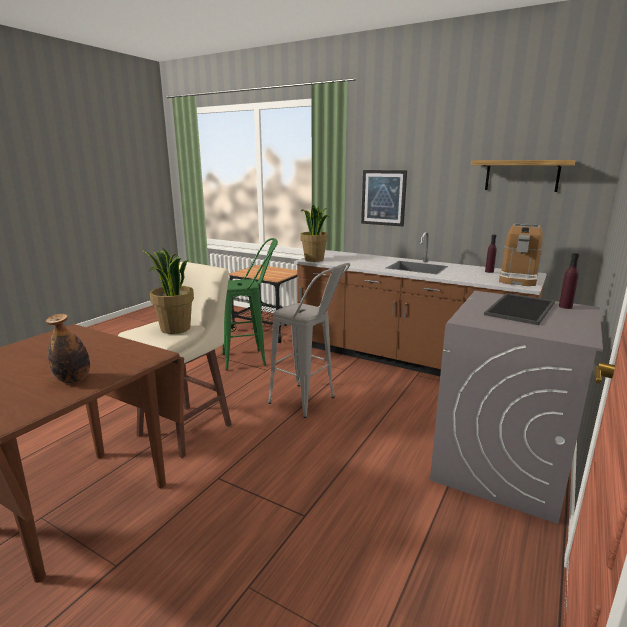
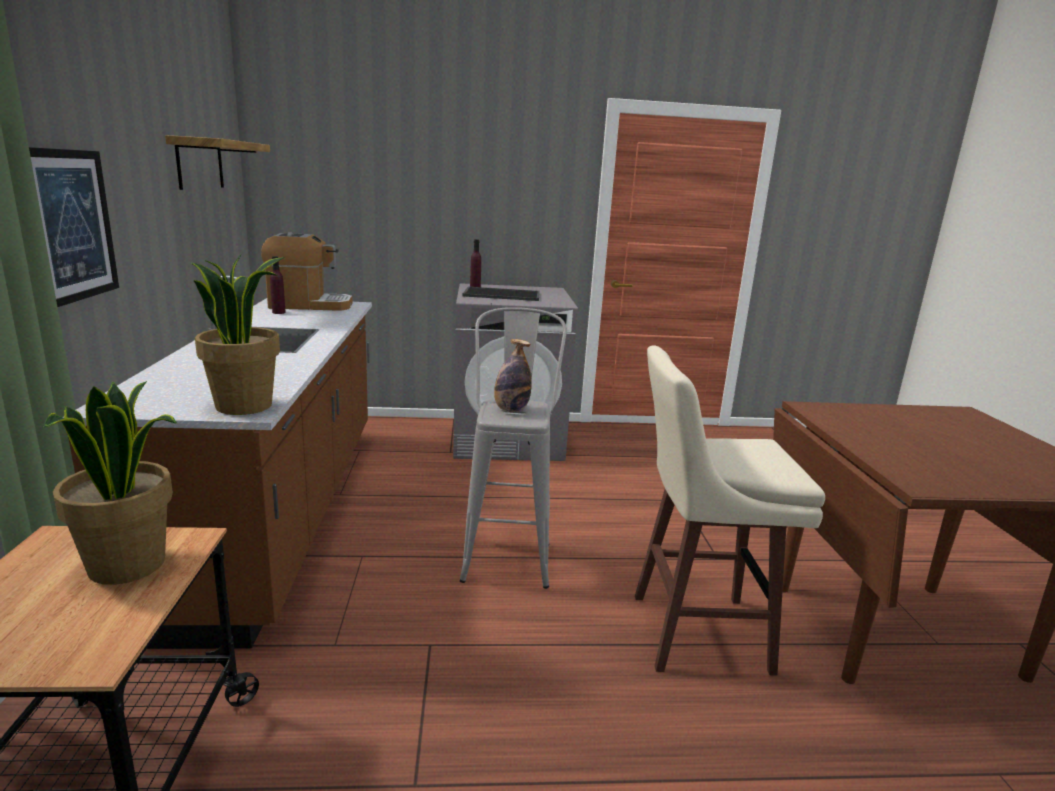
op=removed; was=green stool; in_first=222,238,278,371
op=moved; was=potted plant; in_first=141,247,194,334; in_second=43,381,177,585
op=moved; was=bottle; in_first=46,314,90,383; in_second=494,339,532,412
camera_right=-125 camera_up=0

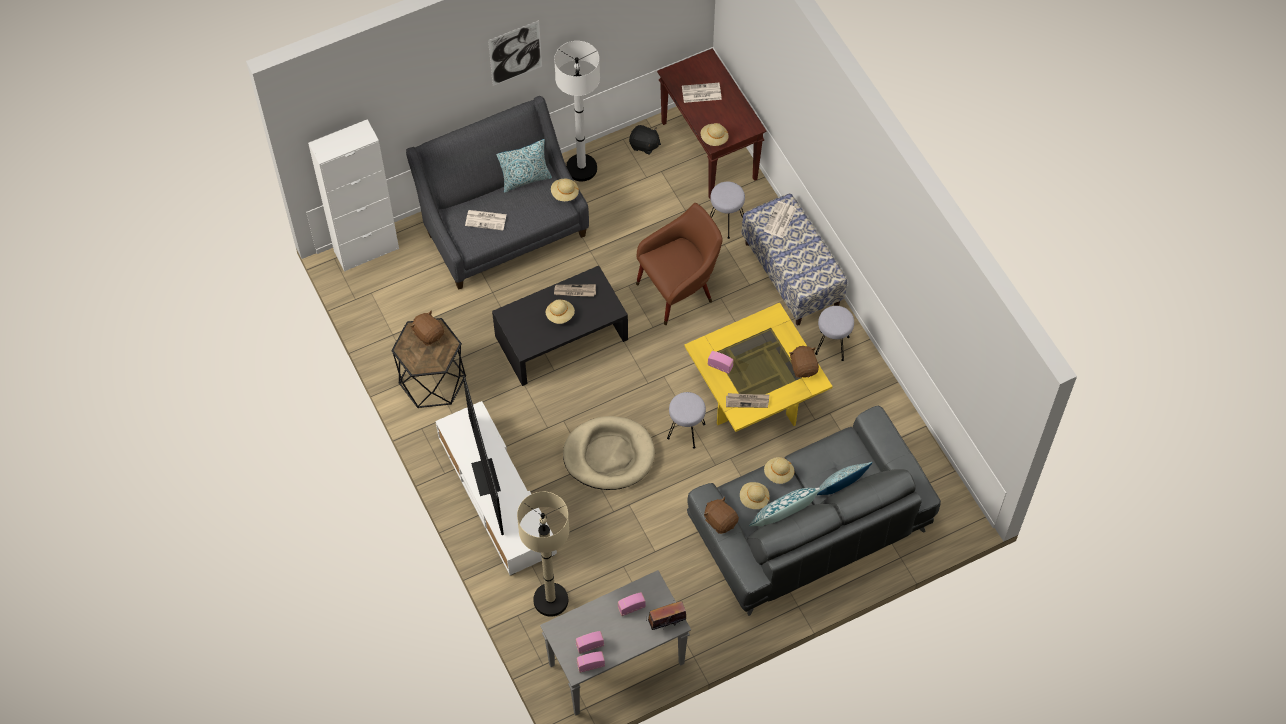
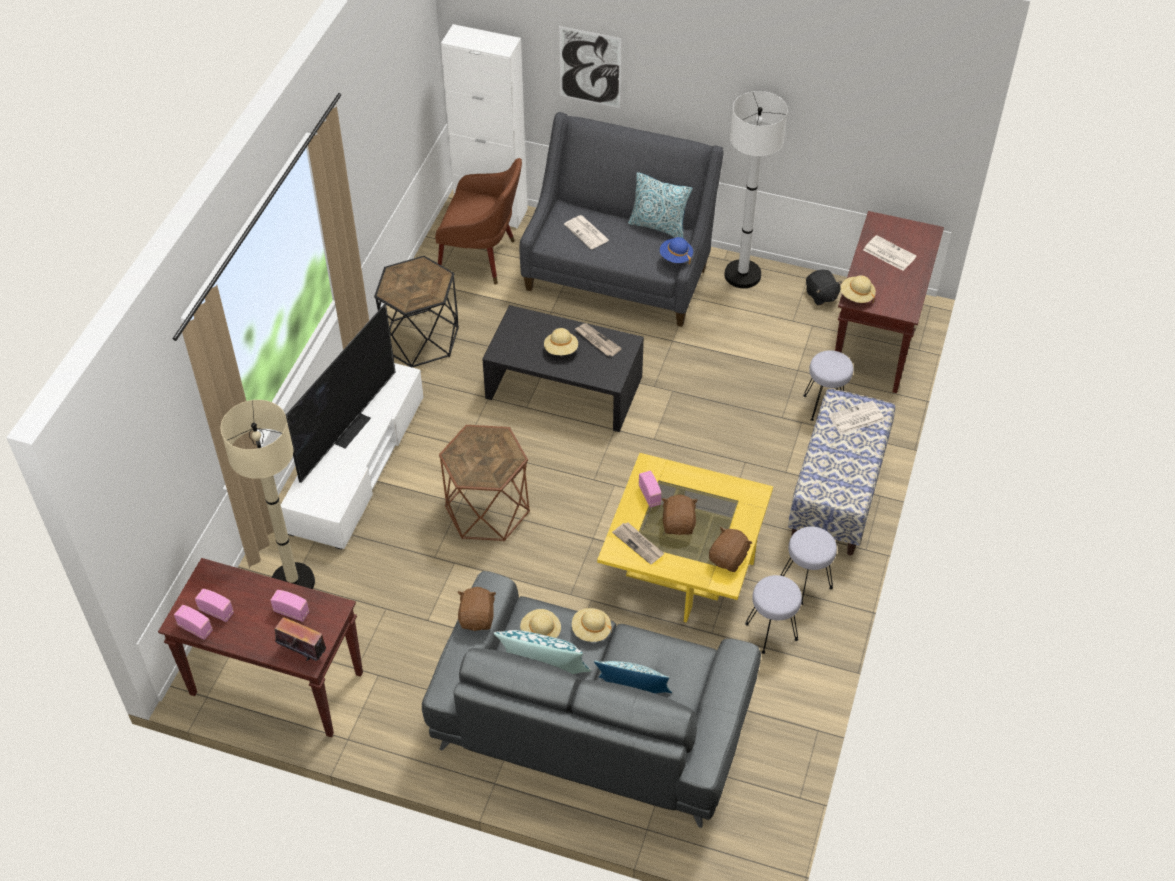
op=moved; was=picture; in_first=488,20,542,86; in_second=559,26,621,108
op=recoloured; was=beige hat; now=blue hat; in_first=551,179,579,201; in_second=660,237,693,264
op=moved; was=brown armchair; in_first=636,203,723,325; in_second=435,158,522,285
op=moved; was=brown plush toy; in_first=410,311,444,346; in_second=662,494,698,535
op=moved; was=grey stool; in_first=667,392,706,449; in_second=745,575,802,654
op=replaced; was=beige dog bed; now=brown side table; in_first=563,416,655,490; in_second=439,425,530,542
op=recoloured; was=grey console table; now=brown console table; in_first=540,570,691,715; in_second=158,558,363,737
camera_right=45 camera_up=-10

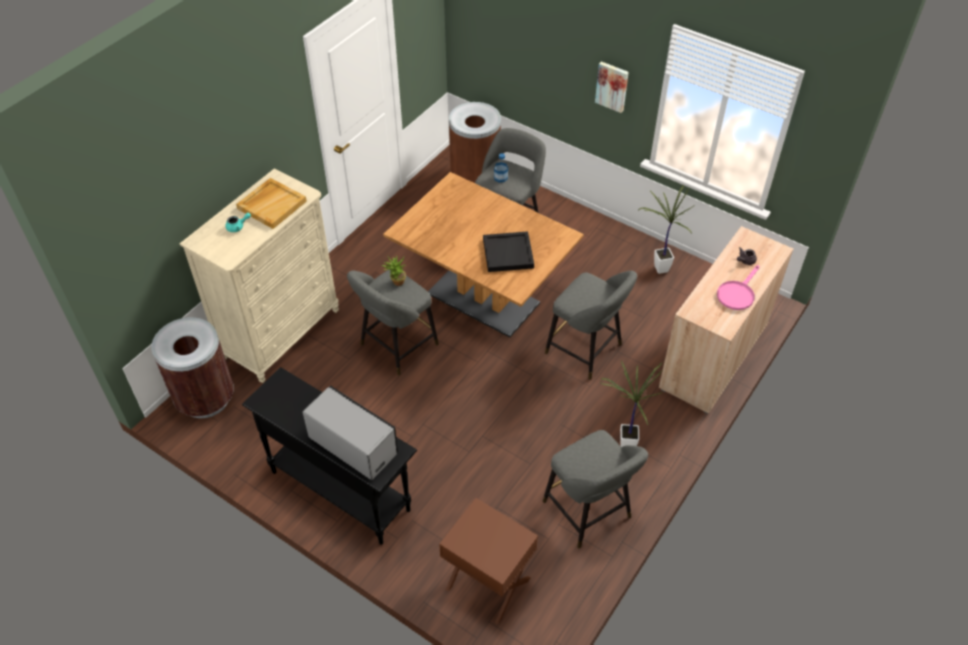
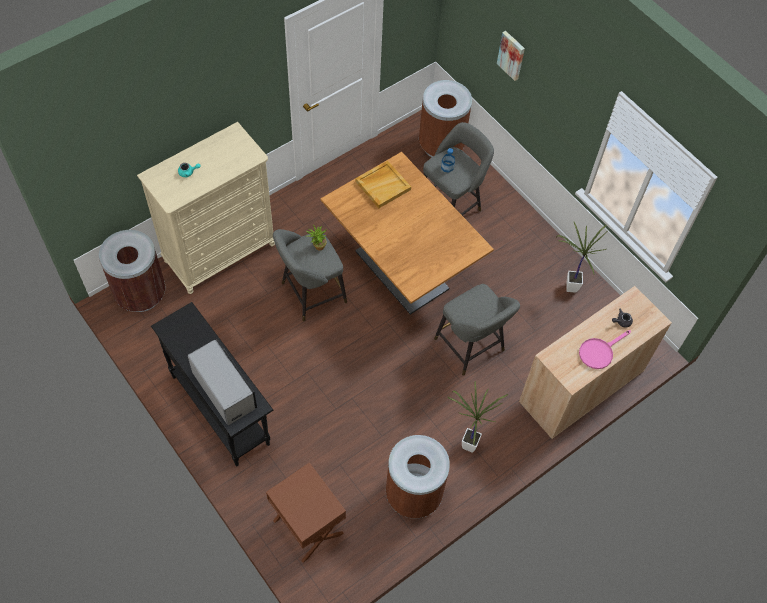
op=moved; was=picture; in_first=595,61,629,113; in_second=497,31,525,81
op=moved; was=beige tray; in_first=236,178,307,229; in_second=355,161,411,208
op=removed; was=black tray; in_first=483,231,534,272
op=replaced; was=grey stool; now=brown trash can; in_first=543,430,648,548; in_second=386,435,450,519
camera_right=15 camera_up=10

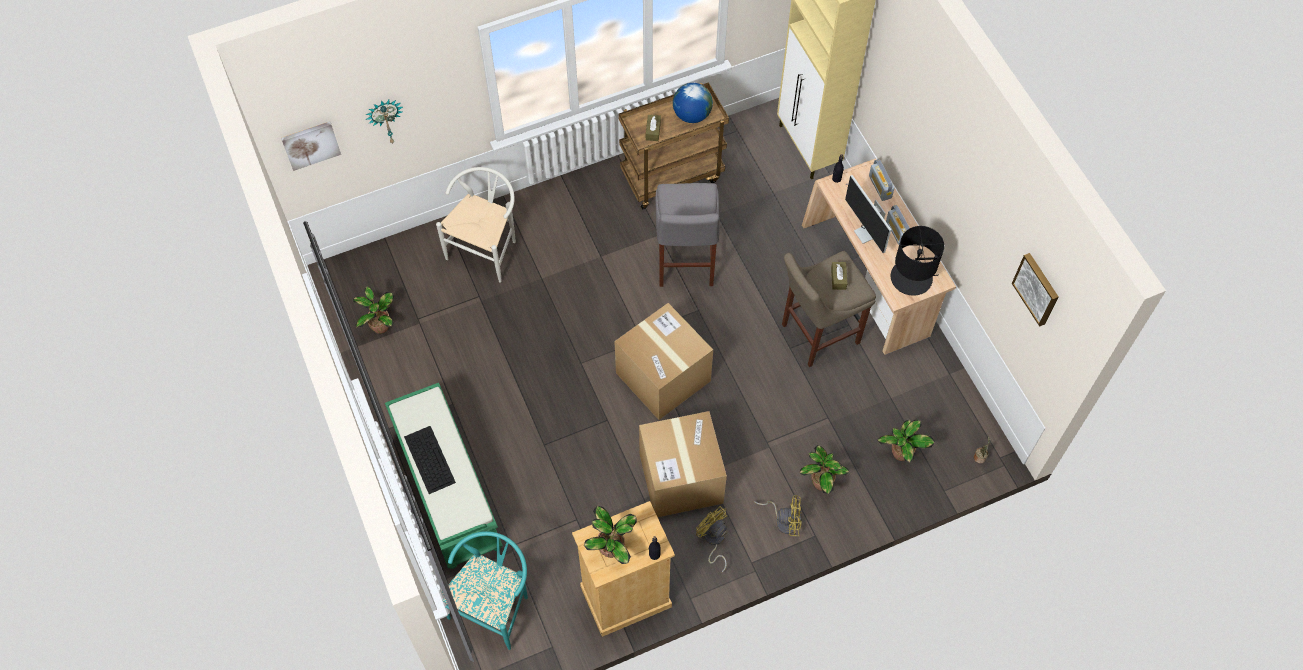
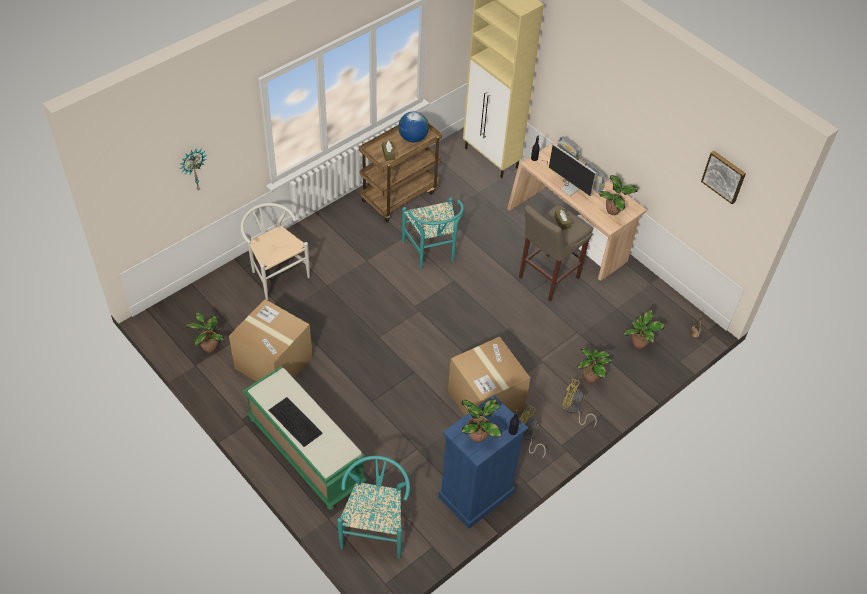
op=removed; was=picture; in_first=281,121,341,171
op=turned; was=white chair; in_first=436,167,516,283; in_second=240,203,310,300; clockwise=-45
op=replaced; was=grey stool; now=turquoise chair; in_first=656,183,720,287; in_second=402,197,464,268
op=replaced; was=black table lamp; now=potted plant; in_first=891,226,944,296; in_second=599,175,638,215
op=moved; was=cardboard box; in_first=614,303,713,420; in_second=229,299,312,382
op=turned; was=yellow fan; in_first=754,495,802,536; in_second=562,379,597,427; clockwise=-150
op=recoloured; was=beige dresser; now=blue dresser; in_first=572,501,675,637; in_second=438,395,528,529
camera_right=-20 camera_up=-10

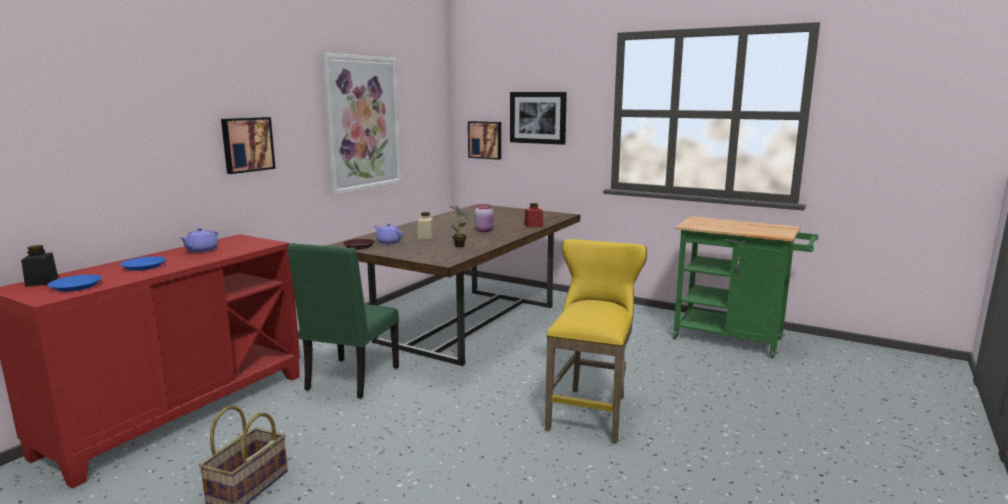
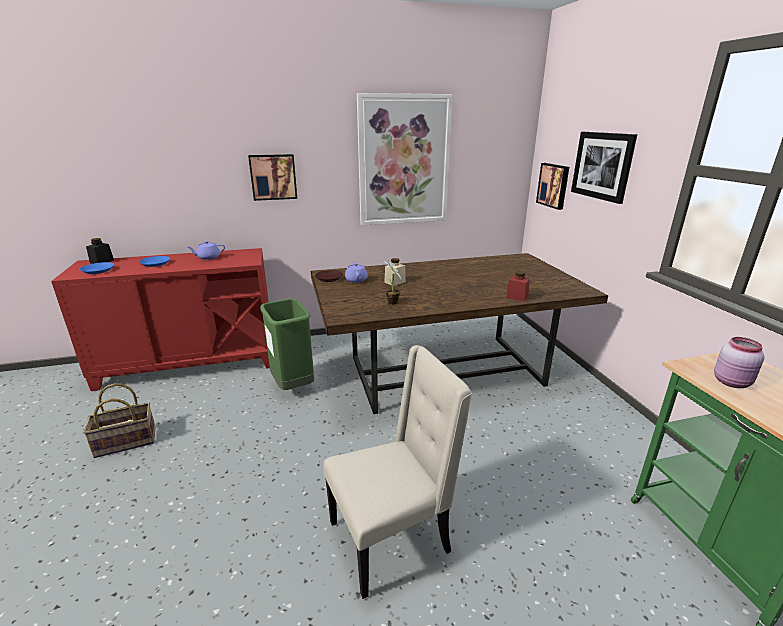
op=moved; was=pink jar; in_first=474,204,494,232; in_second=714,337,765,388
op=replaced; was=yellow stool; now=beige chair; in_first=545,239,647,443; in_second=323,345,472,599
op=replaced; was=green chair; now=green trash can; in_first=287,243,399,399; in_second=260,299,314,390
camera_right=45 camera_up=10

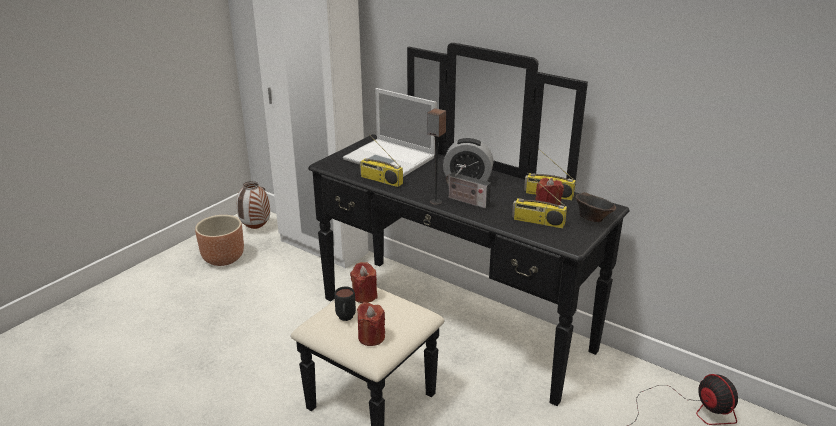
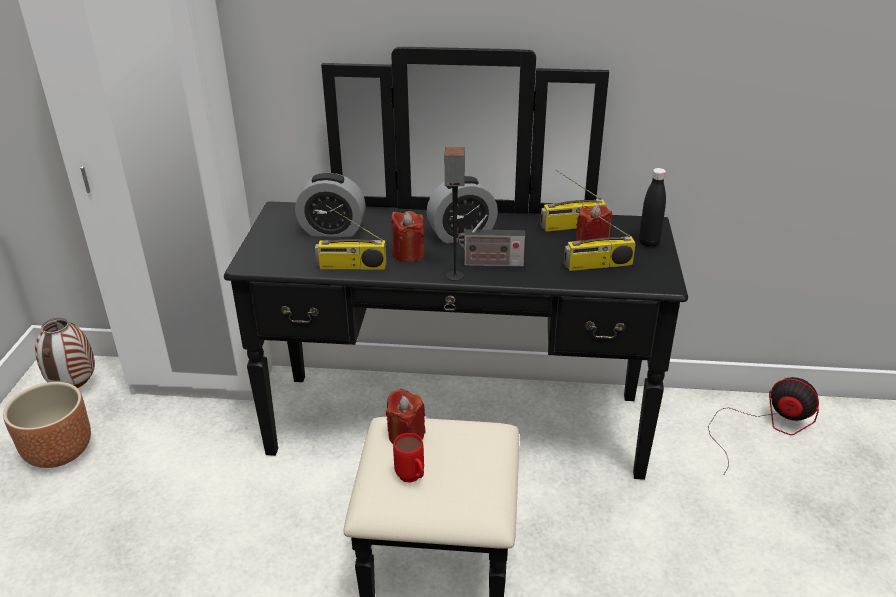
op=replaced; was=laptop; now=alarm clock; in_first=343,88,437,177; in_second=295,173,366,237
op=replaced; was=brown bowl; now=black bottle; in_first=575,192,616,222; in_second=639,168,666,247
op=recoloured; was=black mug; now=red mug; in_first=334,286,356,321; in_second=393,433,424,483
op=moved; was=red candle; in_first=357,302,385,346; in_second=391,211,425,262
camera_right=-30 camera_up=5

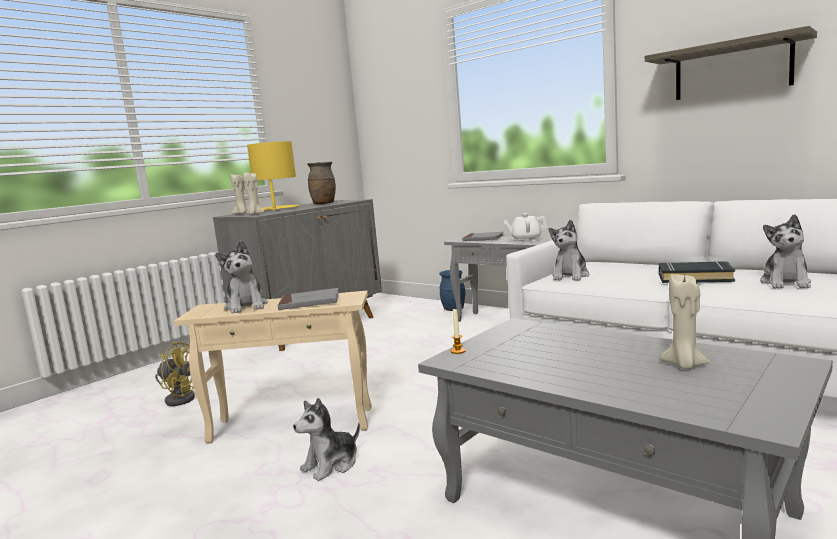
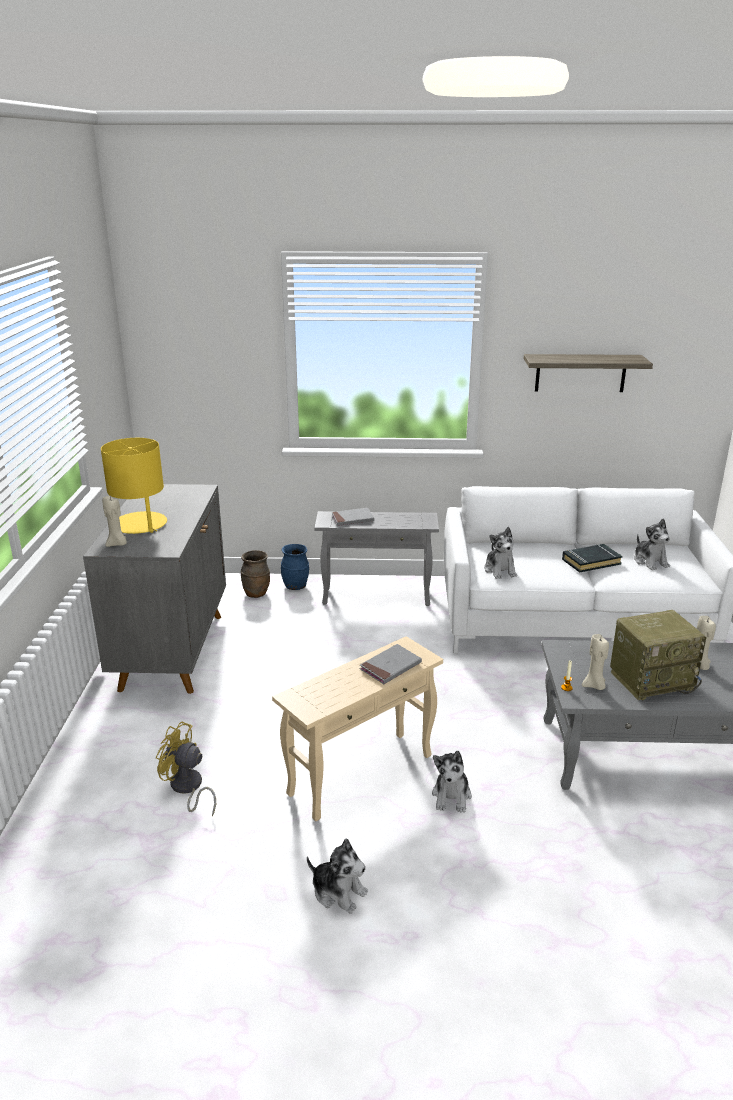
op=moved; was=brown vase; in_first=307,162,336,204; in_second=241,550,270,598
op=moved; was=beige candle; in_first=244,173,265,214; in_second=582,634,609,690
op=removed; was=white teapot; in_first=504,213,547,242
op=moved; was=plush toy; in_first=215,241,268,313; in_second=307,838,368,914
op=turned; was=yellow fan; in_first=155,342,195,406; in_second=156,722,216,817; clockwise=-135
op=added; now=radio; in_second=610,610,707,700
camera_right=-40 camera_up=15

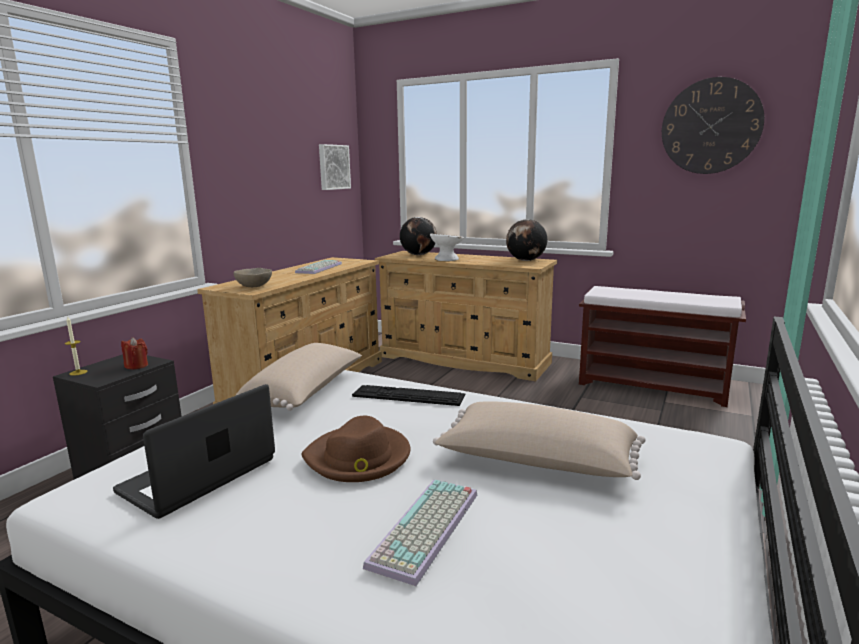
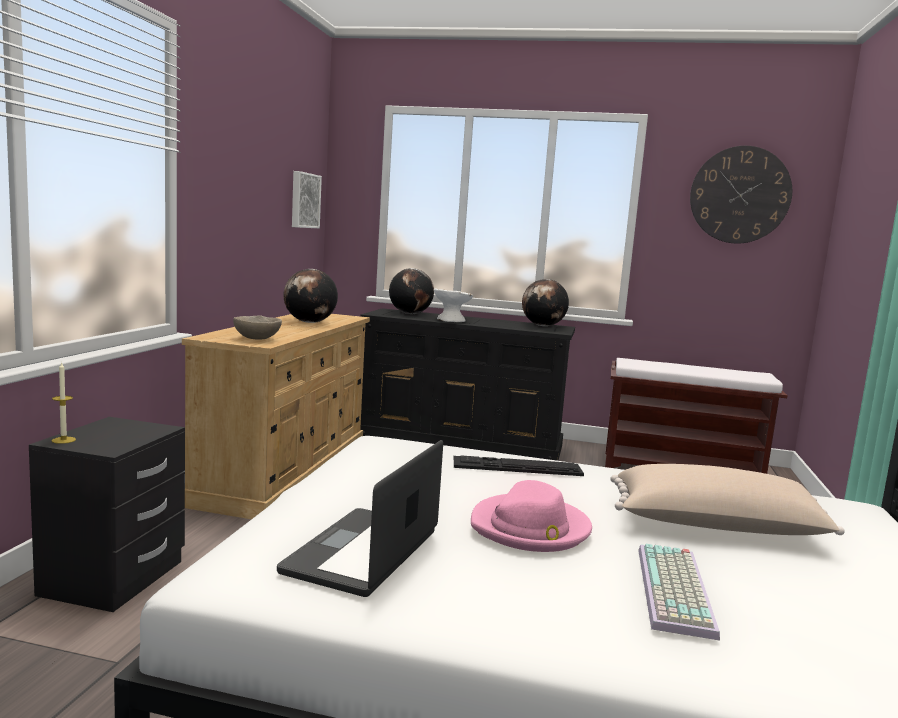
op=recoloured; was=beige dresser; now=black dresser; in_first=375,251,557,381; in_second=360,308,575,461
op=replaced; was=keyboard; now=globe; in_first=295,260,342,274; in_second=283,269,338,323
op=removed; was=red candle; in_first=121,337,148,369
op=removed; was=beige pillow; in_first=236,343,362,411
op=recoloured; was=brown hat; now=pink hat; in_first=302,416,411,482; in_second=471,480,592,552
camera_right=-15 camera_up=-5

